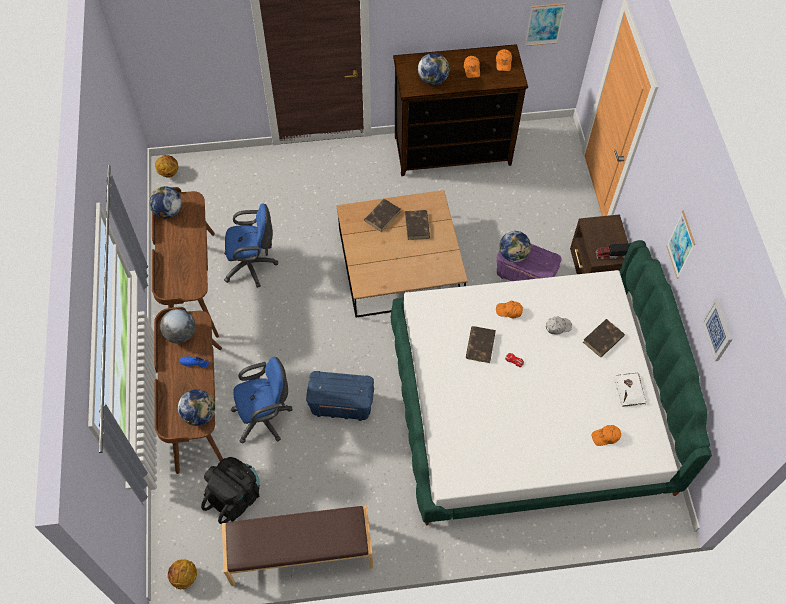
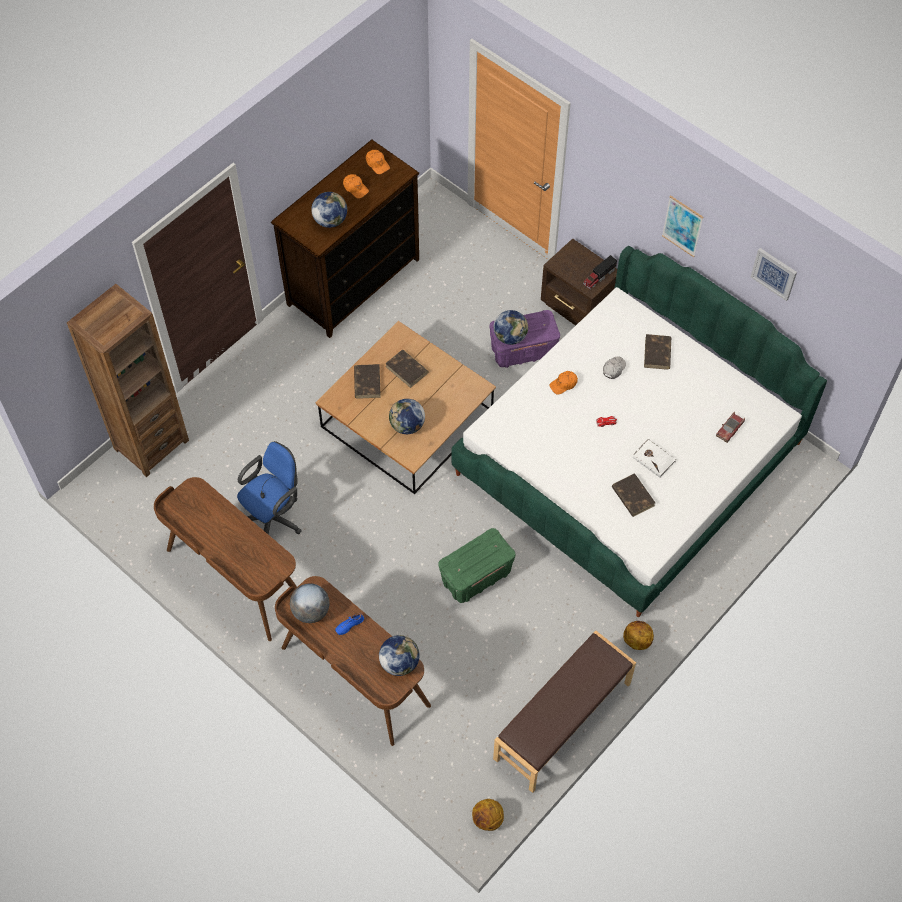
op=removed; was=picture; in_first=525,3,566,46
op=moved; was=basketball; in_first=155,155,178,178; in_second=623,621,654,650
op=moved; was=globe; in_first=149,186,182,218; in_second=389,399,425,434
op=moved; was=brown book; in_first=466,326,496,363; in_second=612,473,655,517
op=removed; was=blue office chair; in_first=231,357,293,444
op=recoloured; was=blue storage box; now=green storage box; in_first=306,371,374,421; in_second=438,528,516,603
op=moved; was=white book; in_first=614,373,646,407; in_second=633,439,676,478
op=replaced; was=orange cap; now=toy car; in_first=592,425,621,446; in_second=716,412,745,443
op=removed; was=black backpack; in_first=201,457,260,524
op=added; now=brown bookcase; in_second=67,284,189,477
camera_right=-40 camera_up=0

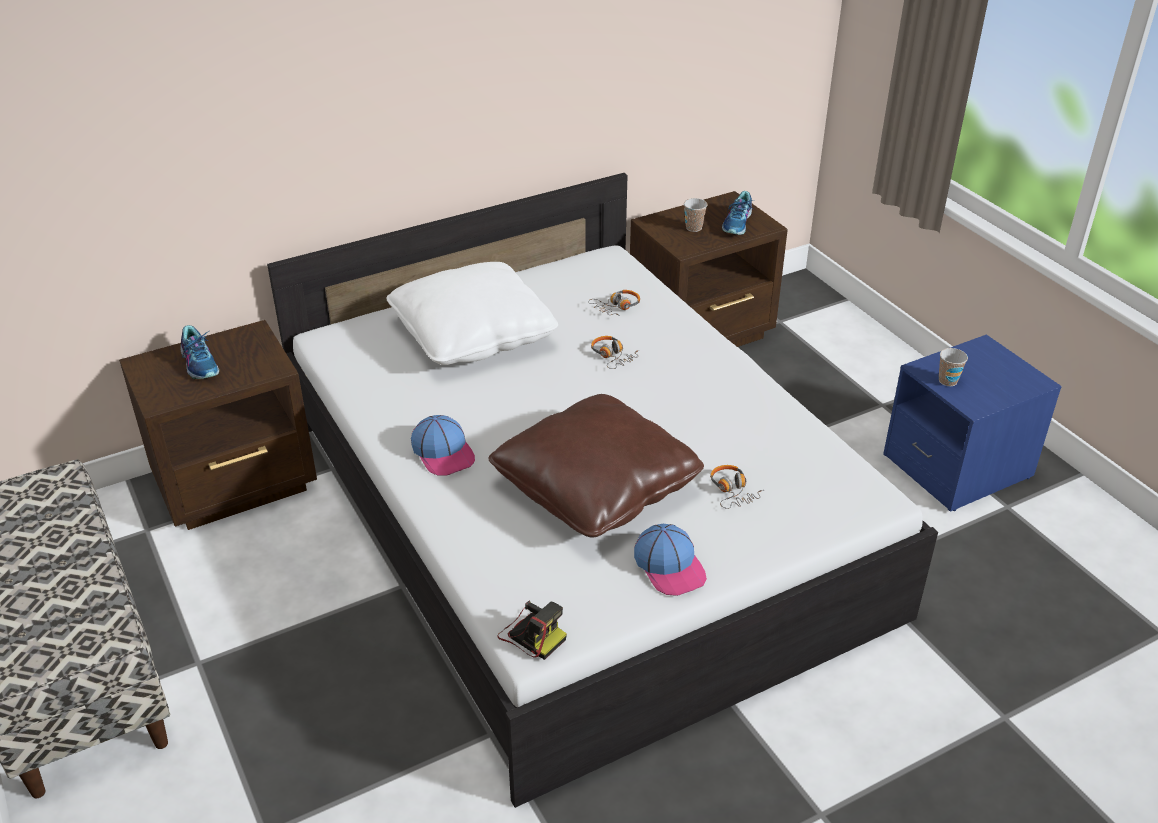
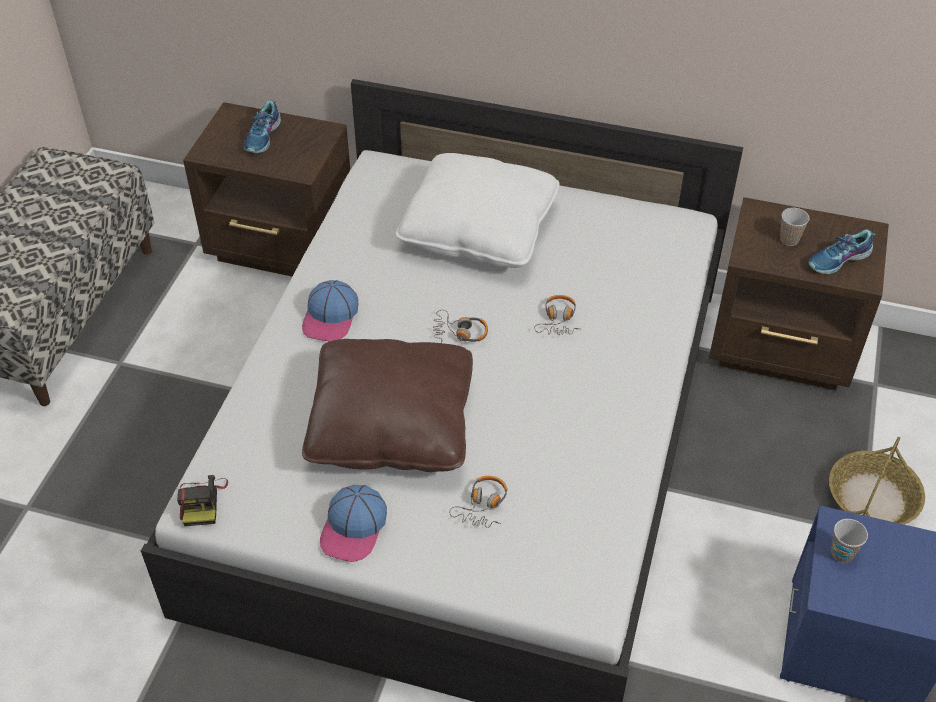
op=moved; was=headphones; in_first=588,290,640,316; in_second=433,310,488,343
op=added; now=basket; in_second=829,437,925,525
camera_right=45 camera_up=10

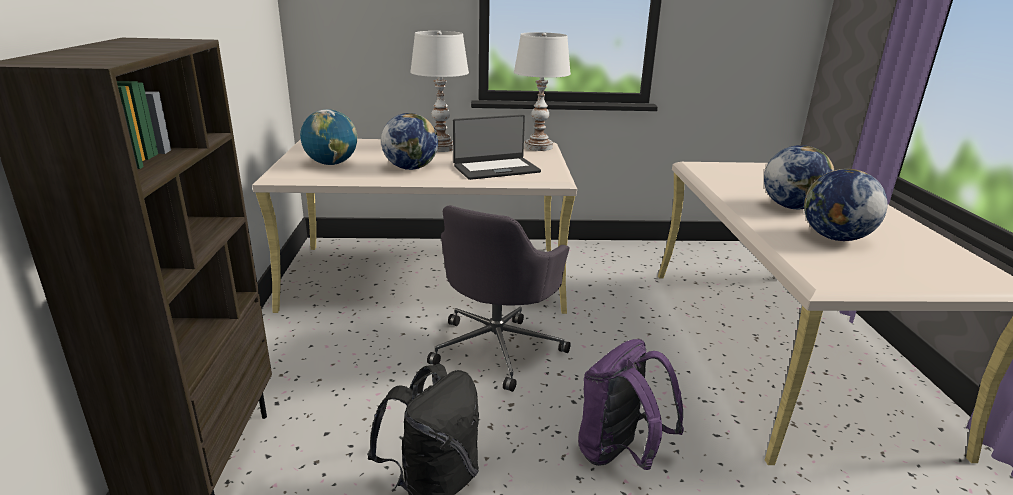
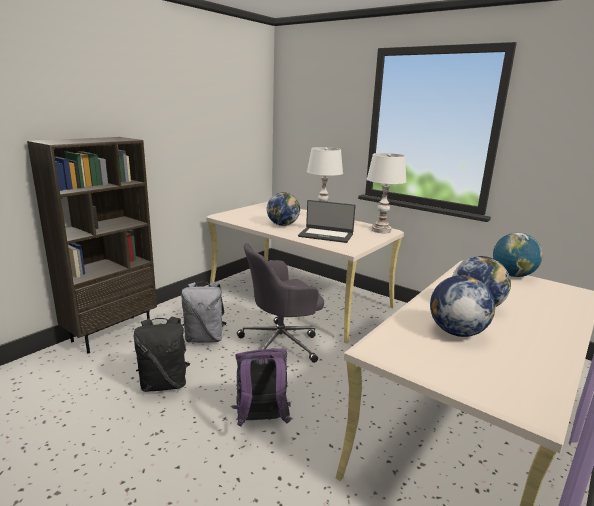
op=moved; was=globe; in_first=300,109,357,165; in_second=493,233,543,277
op=added; now=grey backpack; in_second=181,282,226,343
camera_right=40 camera_up=-5

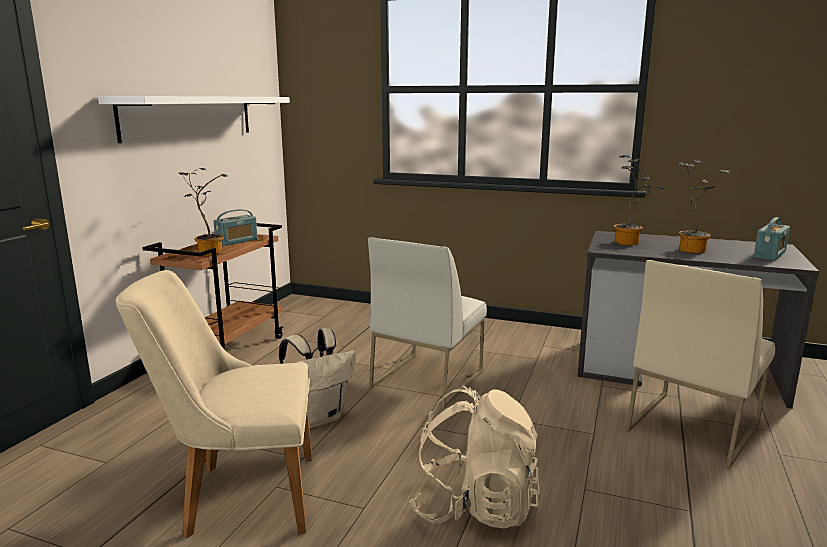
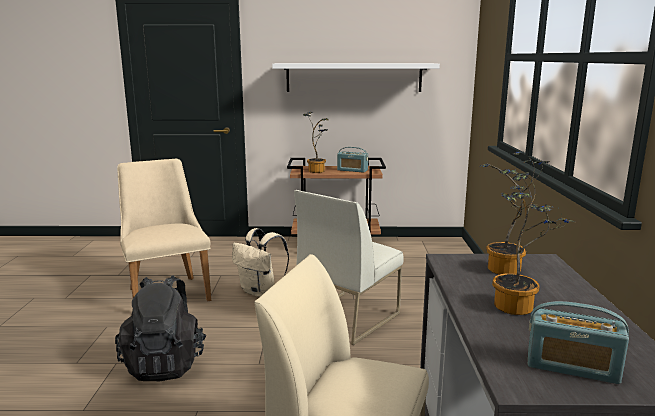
op=turned; was=white chair; in_first=368,237,487,408; in_second=294,190,404,345; clockwise=-60
op=recoloured; was=beige backpack; now=black backpack; in_first=409,386,541,529; in_second=115,276,206,381
camera_right=70 camera_up=0

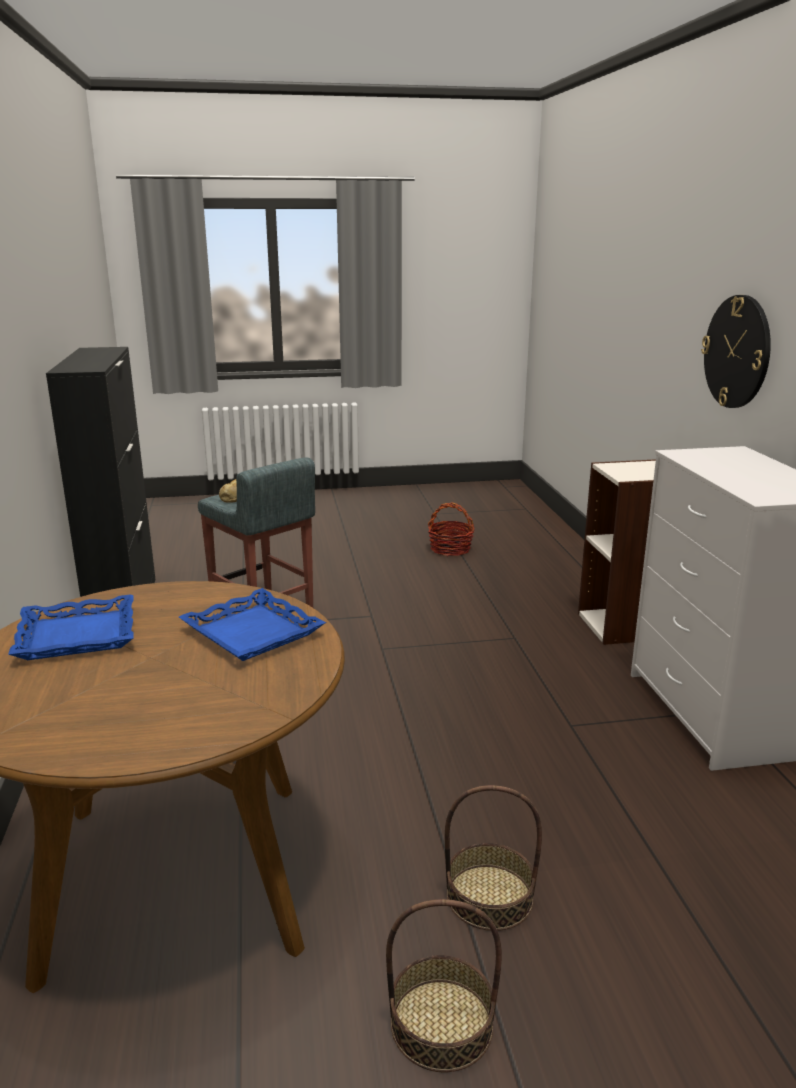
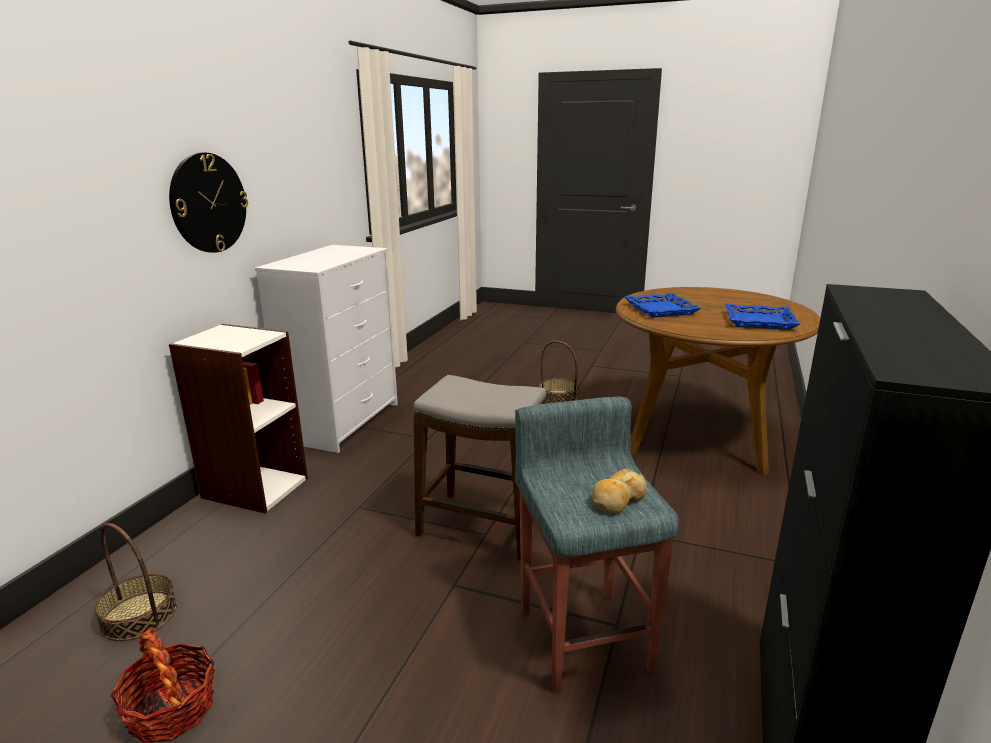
op=moved; was=basket; in_first=386,899,502,1072; in_second=94,523,177,641
op=added; now=stool; in_second=414,375,546,561
camera_right=-150 camera_up=0

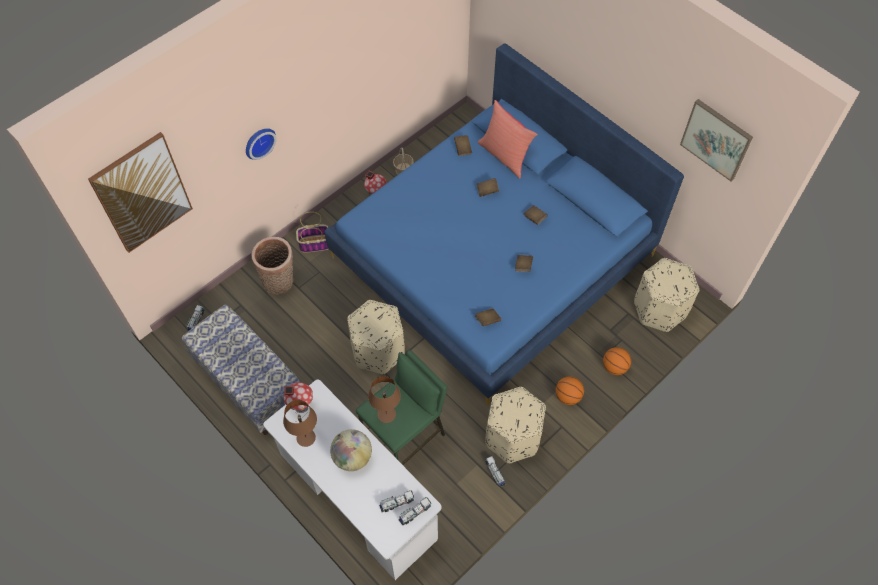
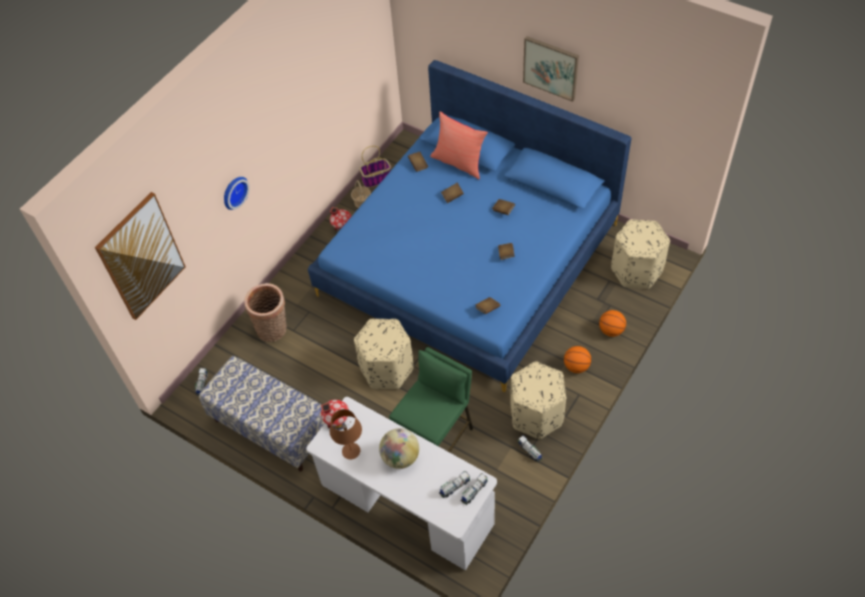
op=moved; was=picture; in_first=680,99,753,181; in_second=523,36,579,102
op=moved; was=basket; in_first=296,212,329,253; in_second=360,146,391,188
op=removed; was=brown table lamp; in_first=368,376,401,423
camera_right=-10 camera_up=-5

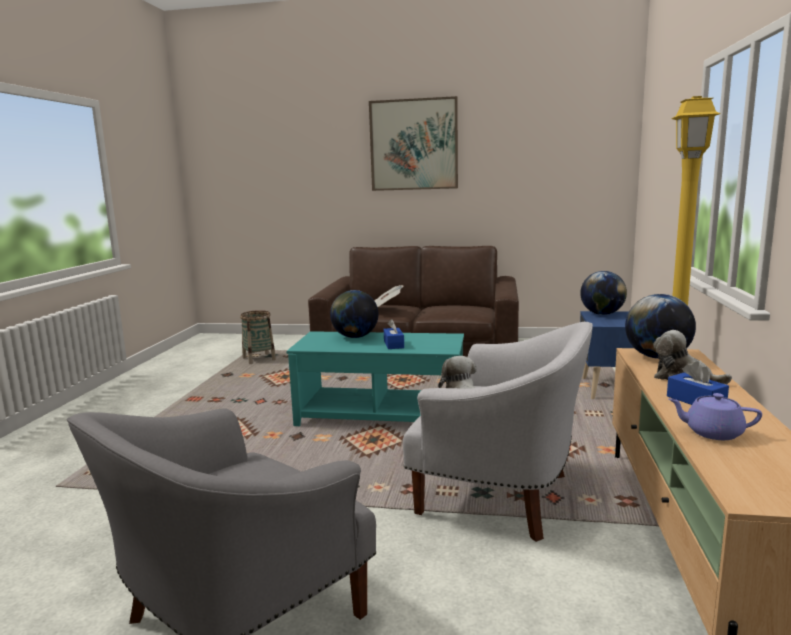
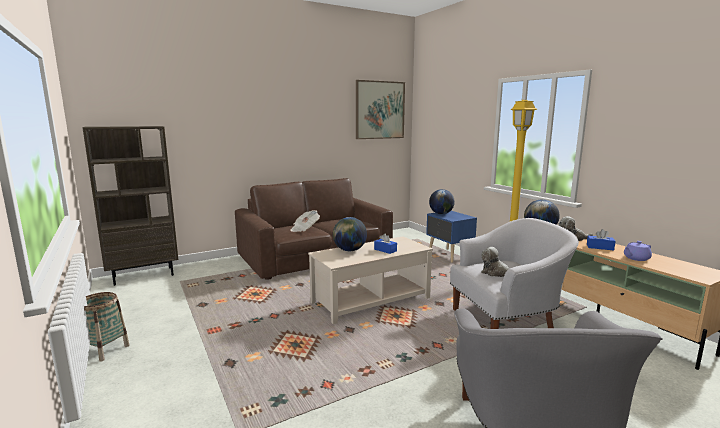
op=moved; was=picture; in_first=369,96,458,191; in_second=356,80,405,139
op=moved; was=basket; in_first=240,310,276,364; in_second=84,292,130,362
op=recoloured; was=turquoise coffee table; now=beige coffee table; in_first=286,331,464,426; in_second=308,236,433,324
op=added; now=brown bookcase; in_second=82,126,178,286
camera_right=-40 camera_up=0

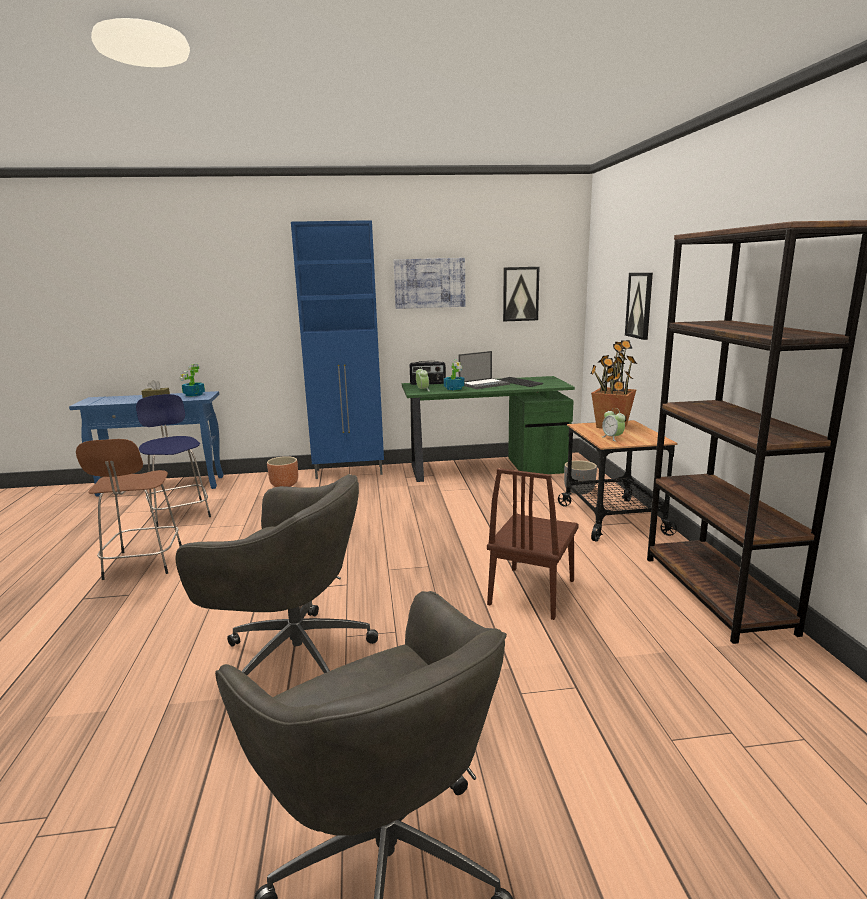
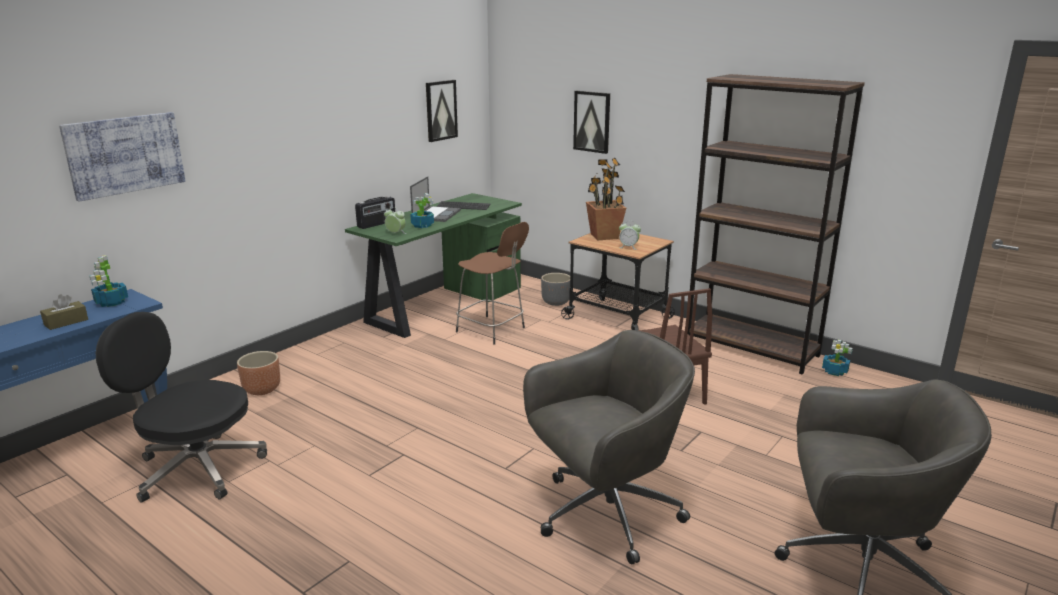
op=removed; was=blue cabinet; in_first=291,220,384,479
op=moved; was=picture; in_first=394,258,465,309; in_second=59,112,186,202
op=replaced; was=blue stool; now=black office chair; in_first=136,394,211,527; in_second=96,312,267,503
op=moved; was=brown stool; in_first=76,439,182,580; in_second=456,222,529,344
op=added; now=potted plant; in_second=822,340,852,376
camera_right=-45 camera_up=5

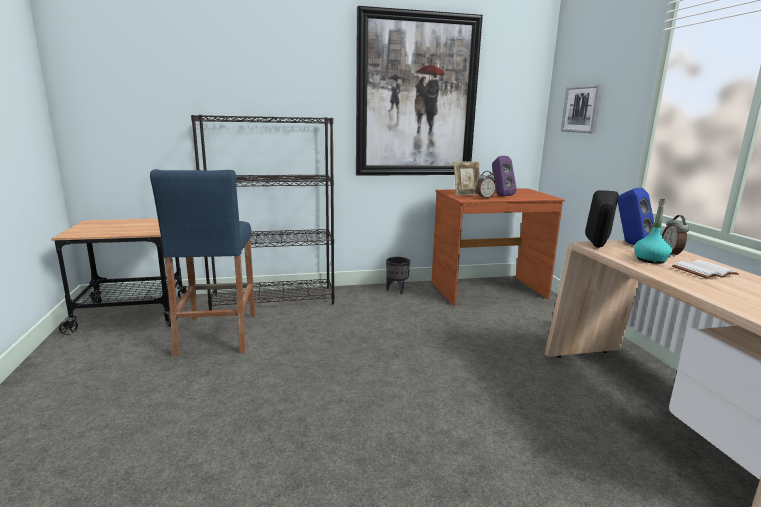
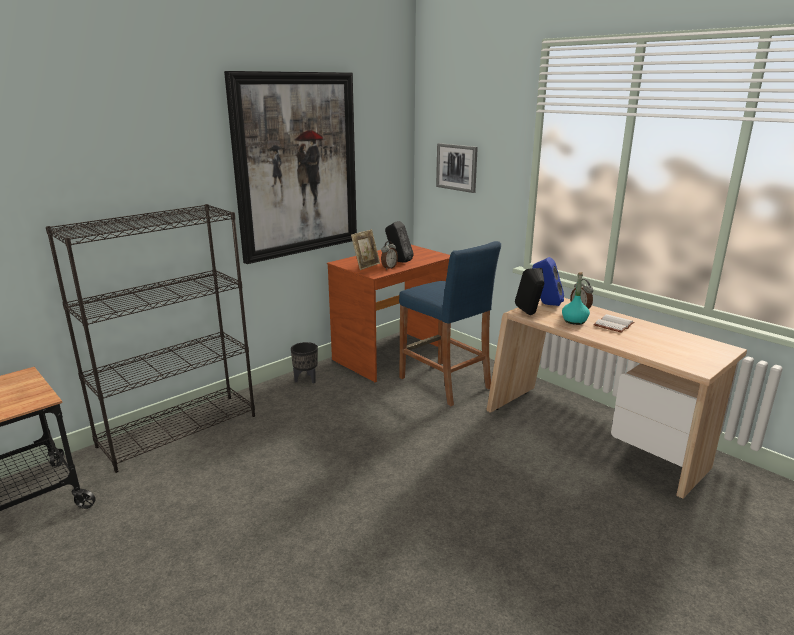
op=recoloured; was=purple speaker; now=black speaker; in_first=492,156,517,196; in_second=385,221,414,263
op=moved; was=blue stool; in_first=150,169,255,357; in_second=399,241,501,406
camera_right=-30 camera_up=5

